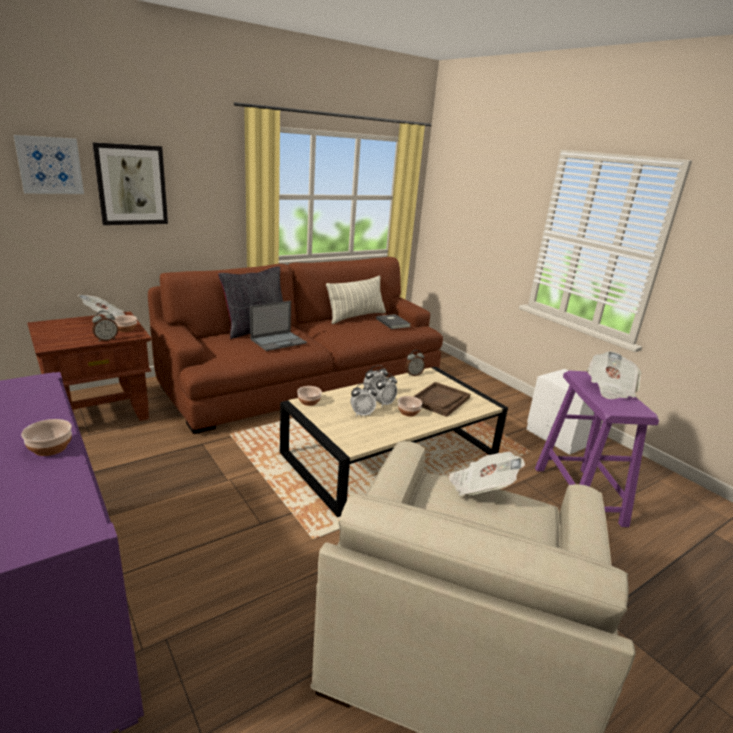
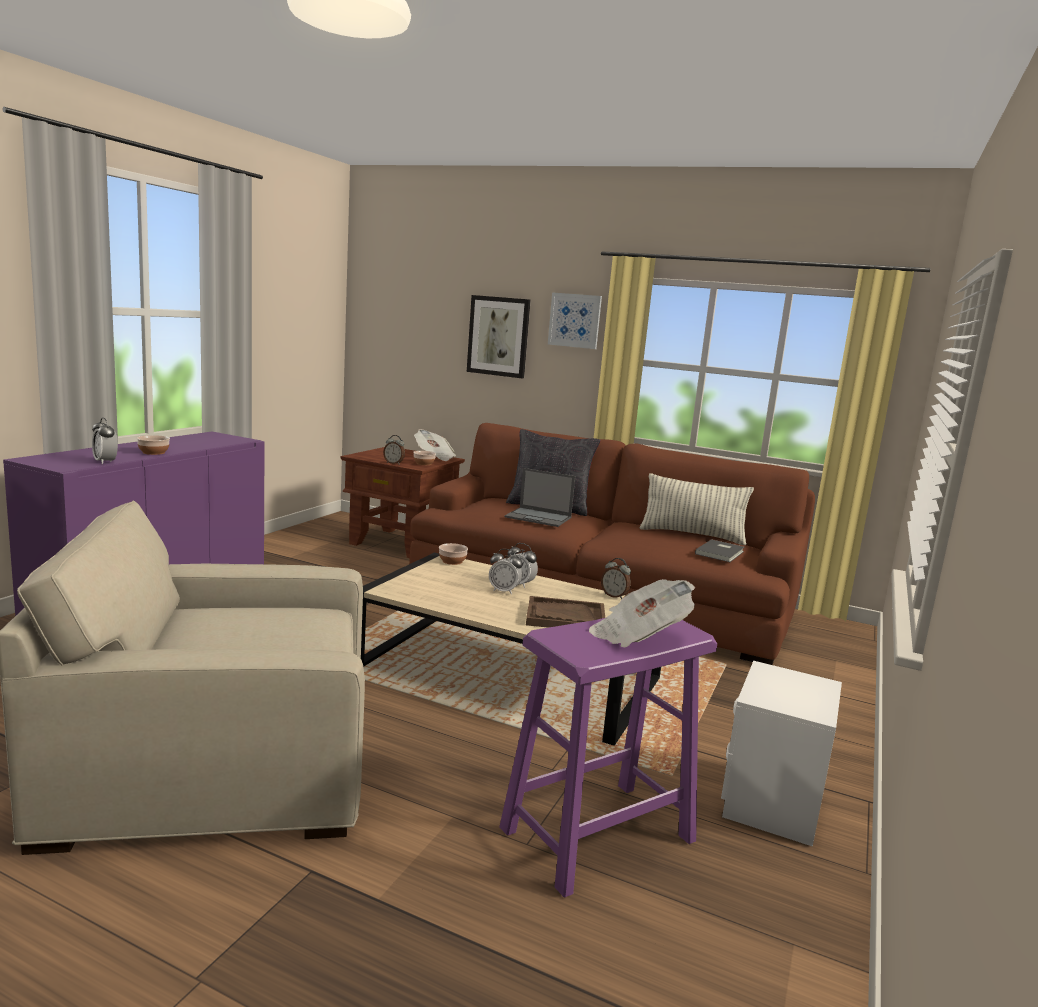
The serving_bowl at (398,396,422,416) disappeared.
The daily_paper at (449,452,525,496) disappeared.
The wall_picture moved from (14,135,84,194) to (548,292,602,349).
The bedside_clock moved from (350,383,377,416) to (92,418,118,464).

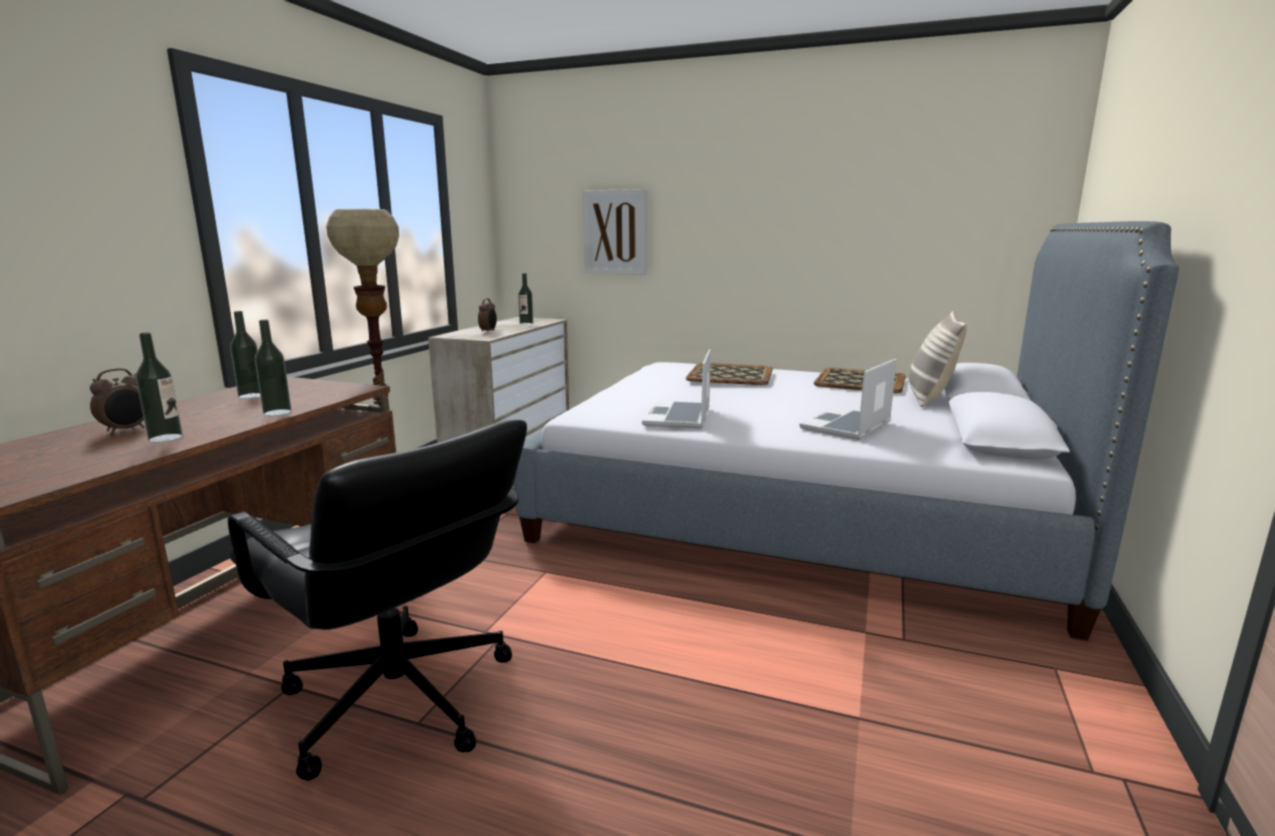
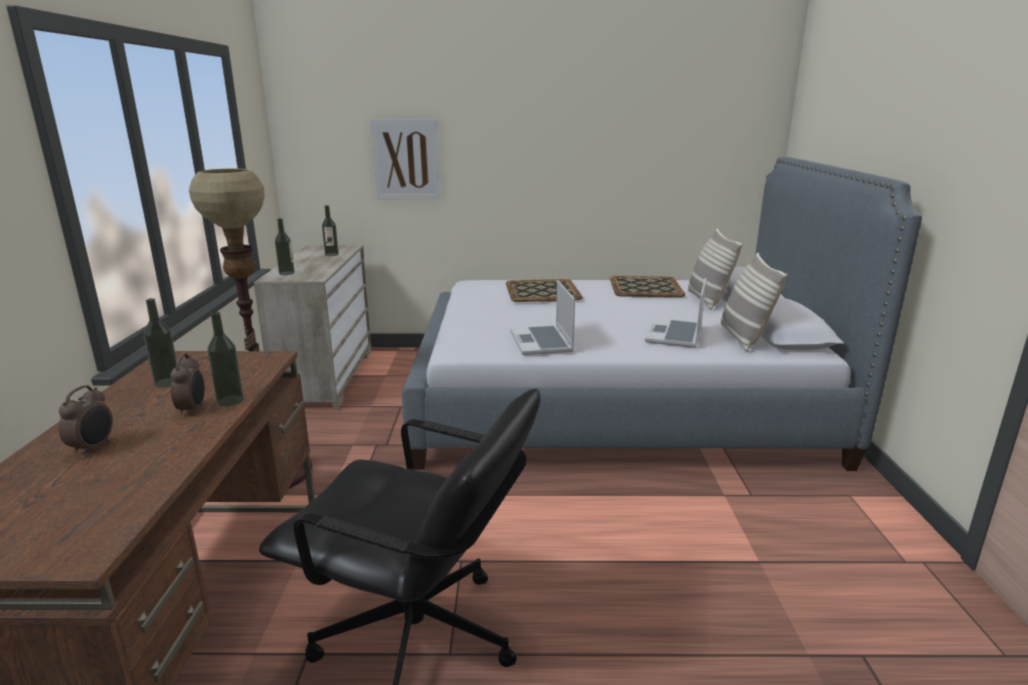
The pillow at (721,253,787,352) appeared.
The beverage_bottle moved from (136,333,183,443) to (275,218,295,275).
The bedside_clock moved from (478,298,497,333) to (170,353,205,416).

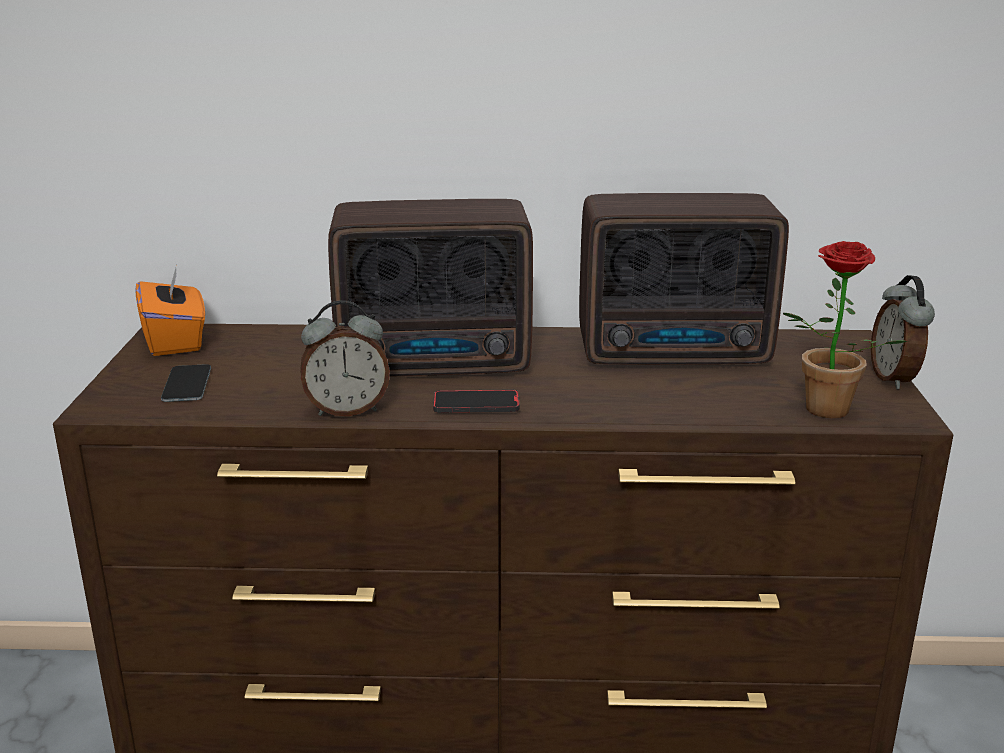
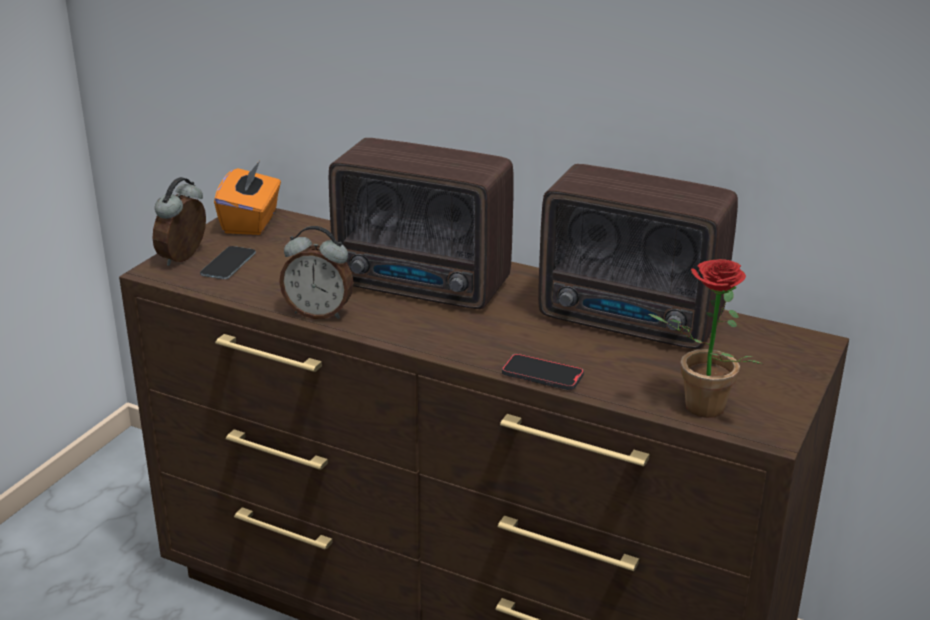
The telephone moved from (433,390,519,413) to (502,354,584,390).
The bedside_clock moved from (871,275,935,389) to (153,177,206,266).

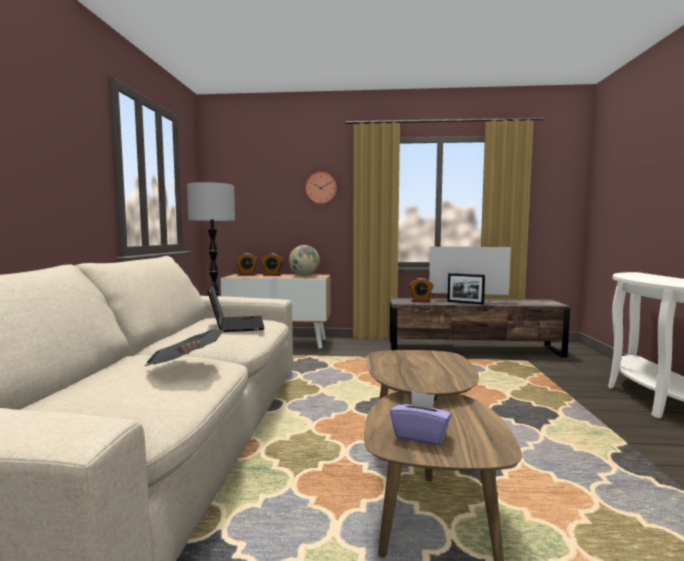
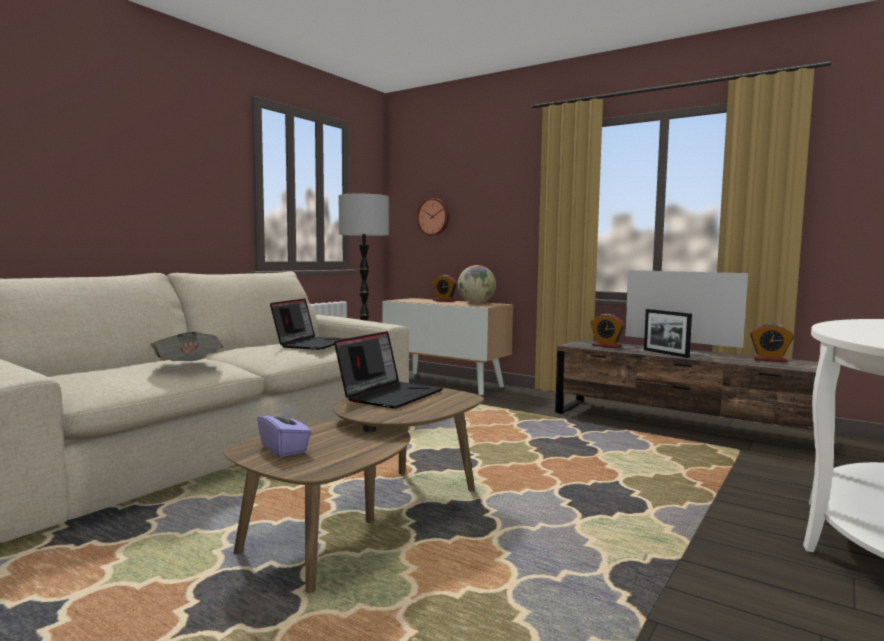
The notebook_computer at (334,331,443,409) appeared.
The bedside_clock moved from (235,253,258,275) to (750,323,794,363).
The clock_on_the_wall moved from (305,172,337,204) to (417,198,449,236).

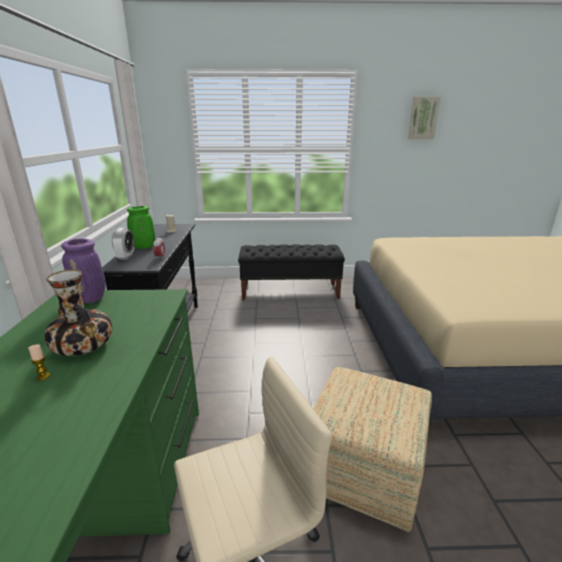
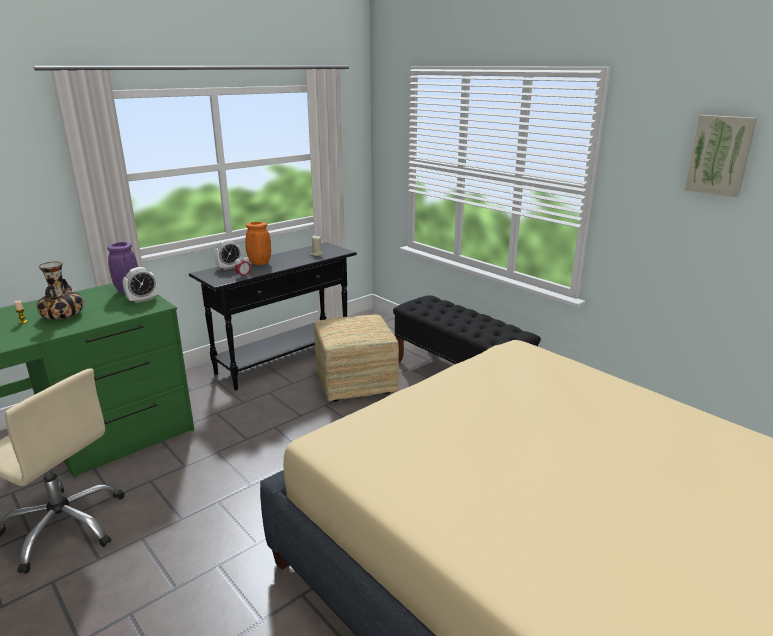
The bedside_clock at (123,267,158,304) appeared.
The ottoman moved from (313,367,432,532) to (314,315,399,401).
The green_vase at (127,206,155,249) became the orangey_vase at (245,222,271,265).

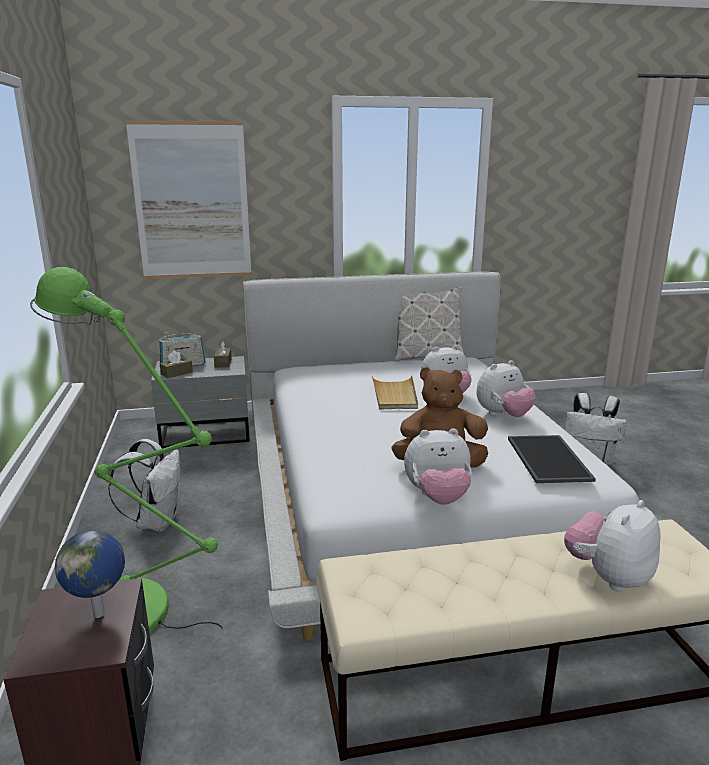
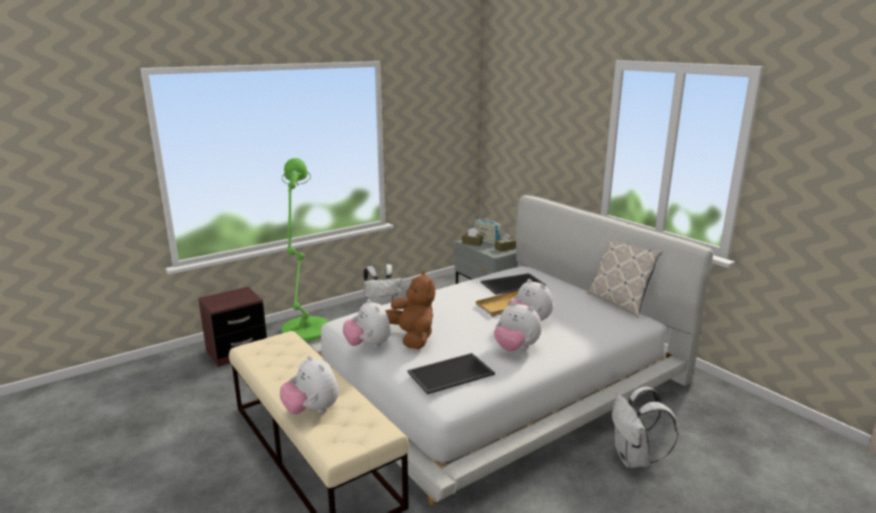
The globe at (55,530,125,618) disappeared.
The wall_picture at (126,120,252,279) disappeared.
The serving_tray at (481,273,546,295) appeared.
The soft_toy at (564,500,660,591) turned 150 degrees counterclockwise.

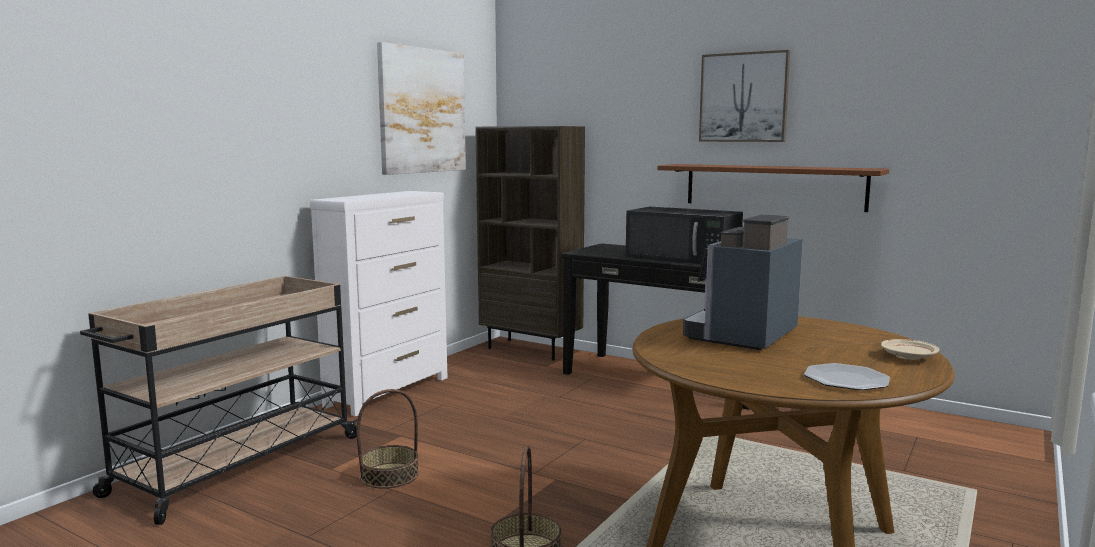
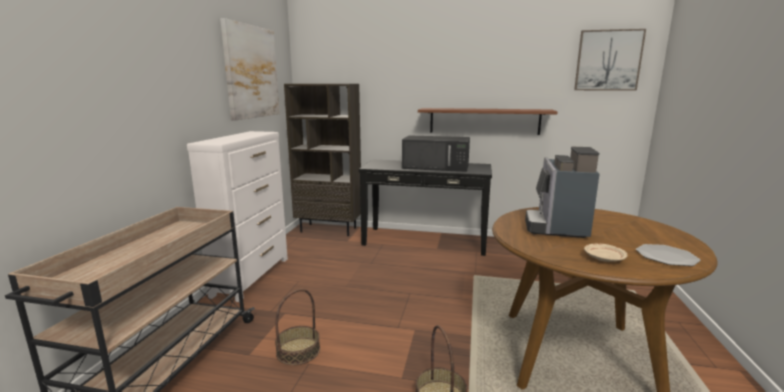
The wall_picture moved from (699,50,790,142) to (574,29,646,90).
The sand-coloured_plate moved from (881,339,939,360) to (584,244,628,262).

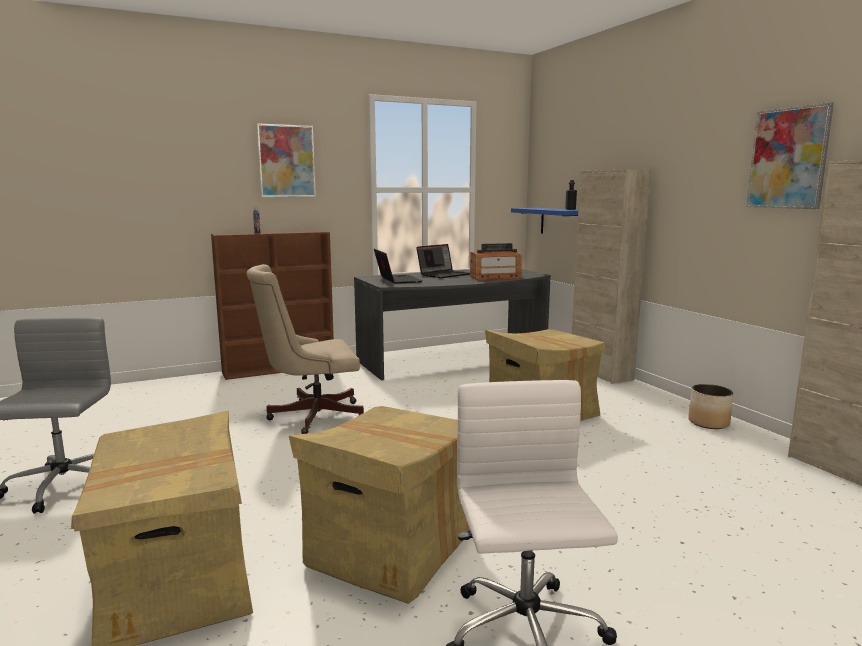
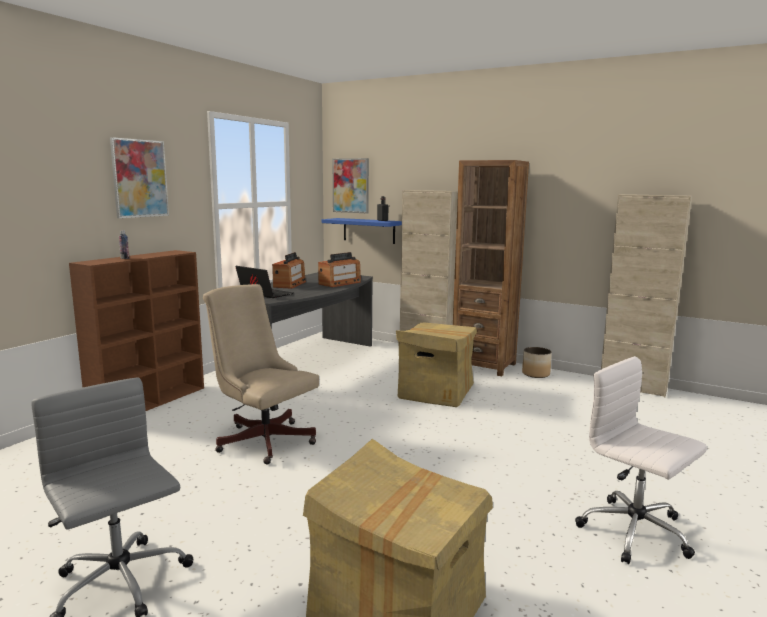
The cardboard_box at (289,406,470,604) disappeared.
The brown_bookshelf at (453,160,529,376) appeared.
The wall_picture moved from (747,102,834,209) to (333,158,369,213).
The notebook_computer at (416,244,470,278) was replaced by the radio at (272,252,306,289).
The sand-coloured_computer_chair at (246,264,364,434) turned 90 degrees clockwise.

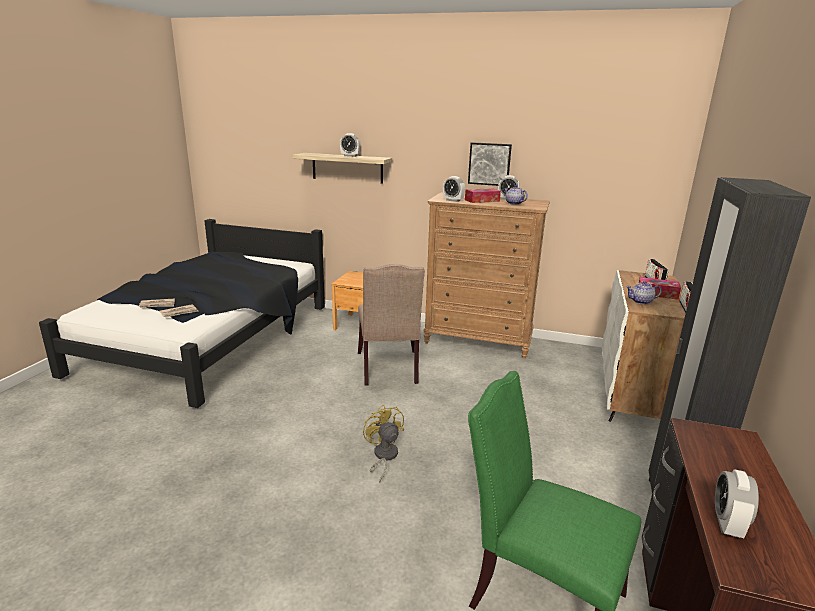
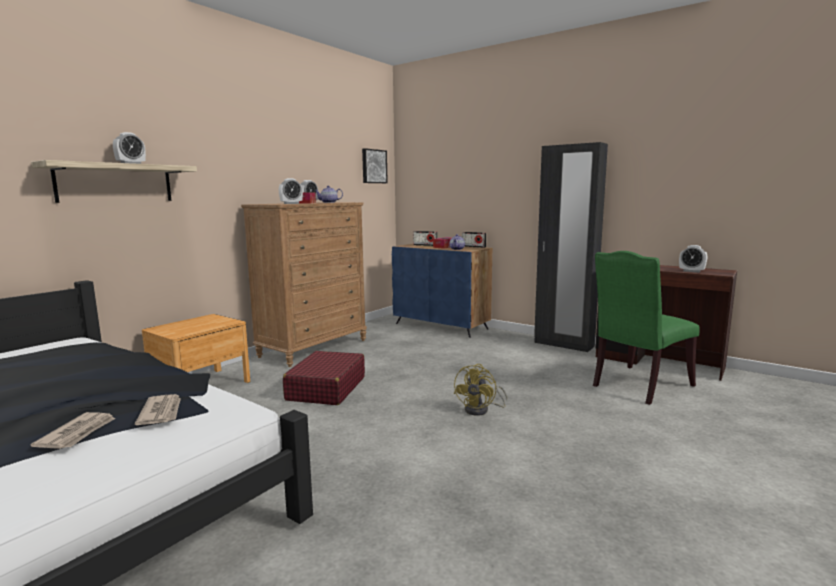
The wall_picture moved from (468,142,512,186) to (362,148,388,183).
The sand-coloured_plain_chair at (358,264,425,385) was replaced by the red-coloured_travel_case at (283,351,365,405).
The white-coloured_cabinet at (602,270,686,422) became the blue_cabinet at (392,244,492,338).
The yellowish_electric_fan at (363,405,404,483) turned 60 degrees counterclockwise.

